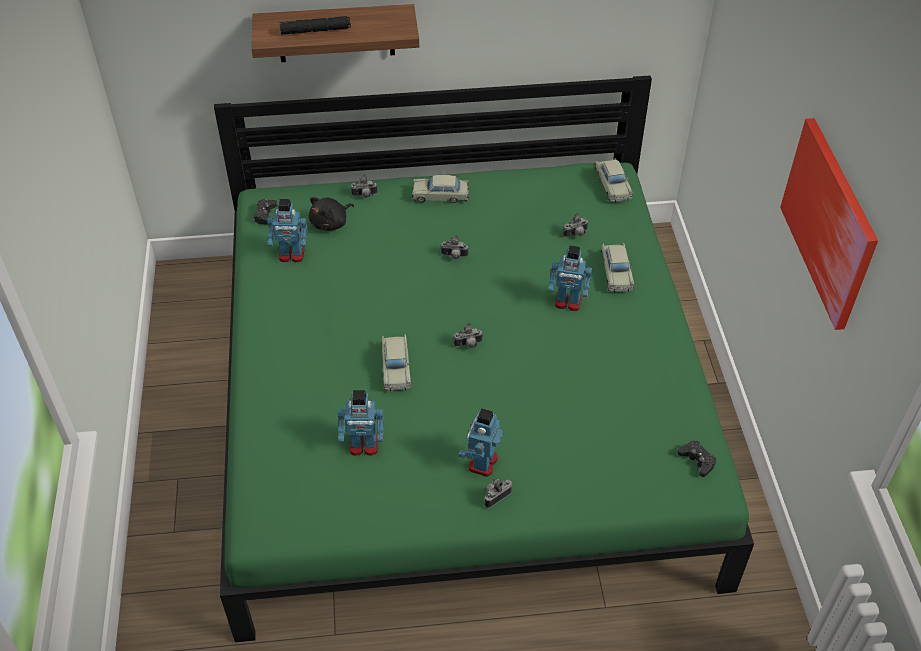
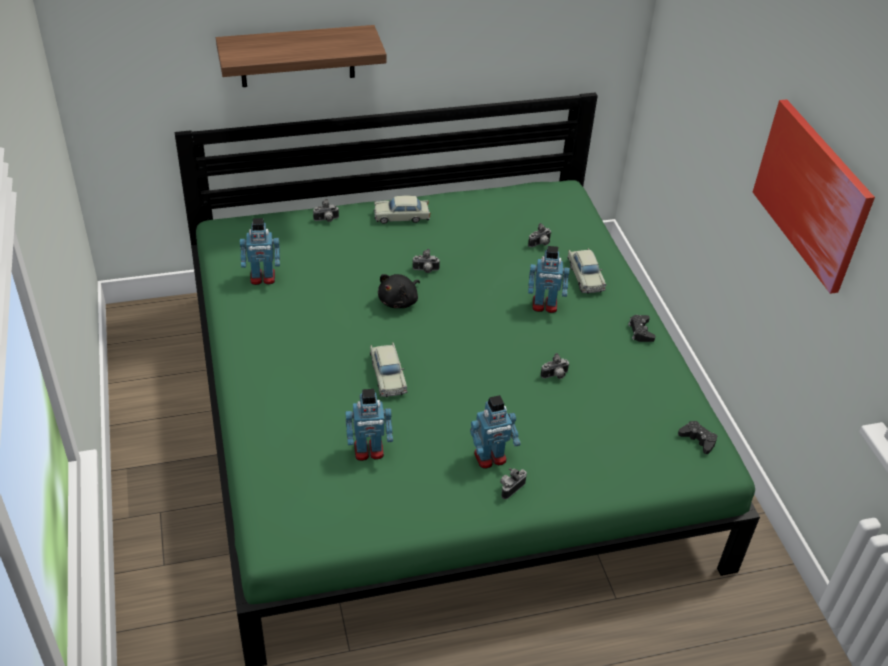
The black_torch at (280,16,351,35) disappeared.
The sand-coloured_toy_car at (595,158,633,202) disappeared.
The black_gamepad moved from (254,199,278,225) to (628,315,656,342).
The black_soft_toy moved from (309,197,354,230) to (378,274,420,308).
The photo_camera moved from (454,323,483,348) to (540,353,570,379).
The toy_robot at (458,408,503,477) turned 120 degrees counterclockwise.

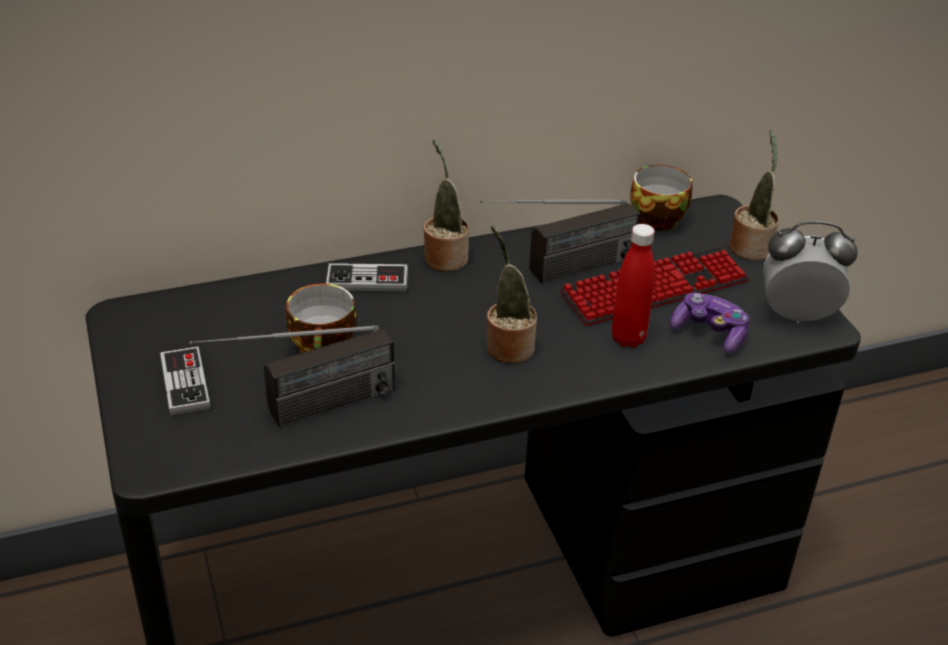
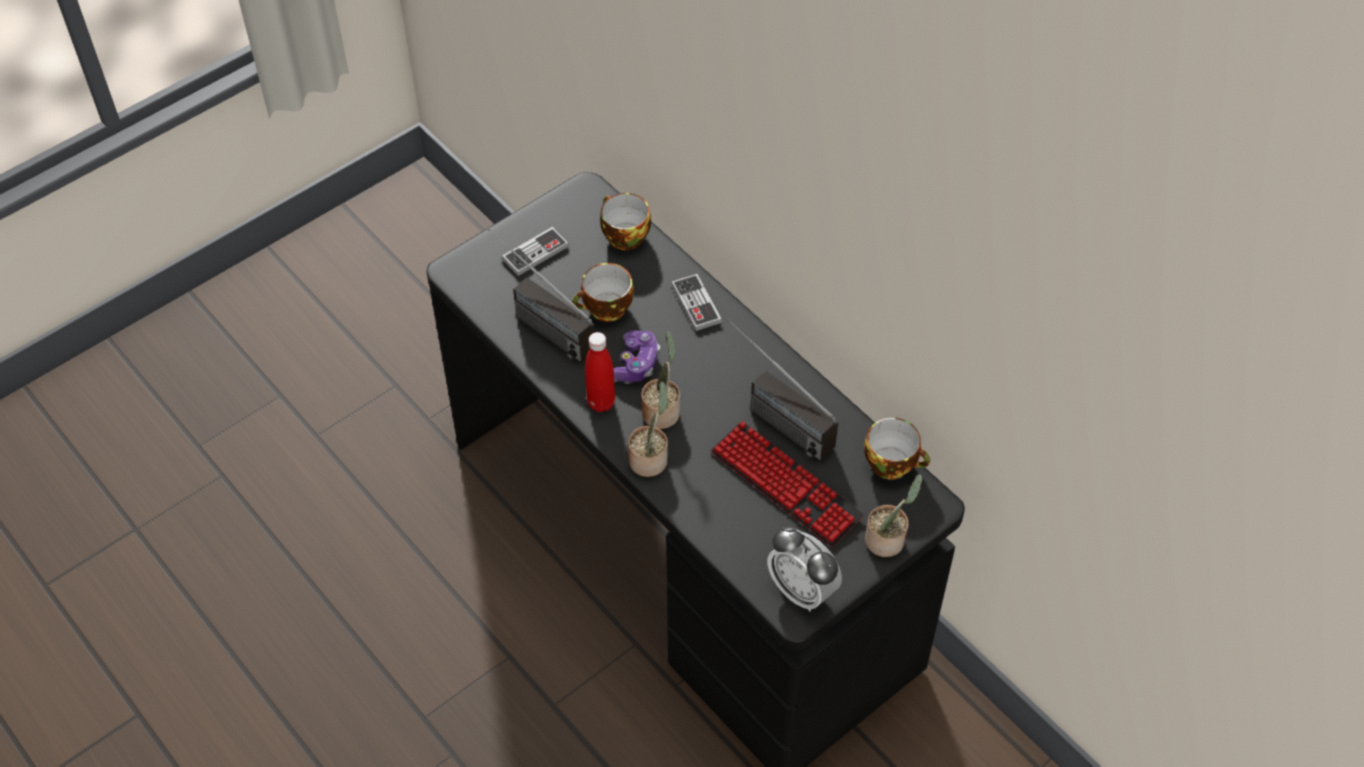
The drinking_cup at (600,193,651,250) appeared.
The plant_in_a_pot moved from (423,139,469,272) to (628,382,668,477).
The red-coloured_beverage_bottle moved from (612,224,655,348) to (585,332,615,412).
The gamepad moved from (670,293,750,353) to (613,330,660,382).
The bedside_clock at (763,221,858,323) turned 150 degrees clockwise.

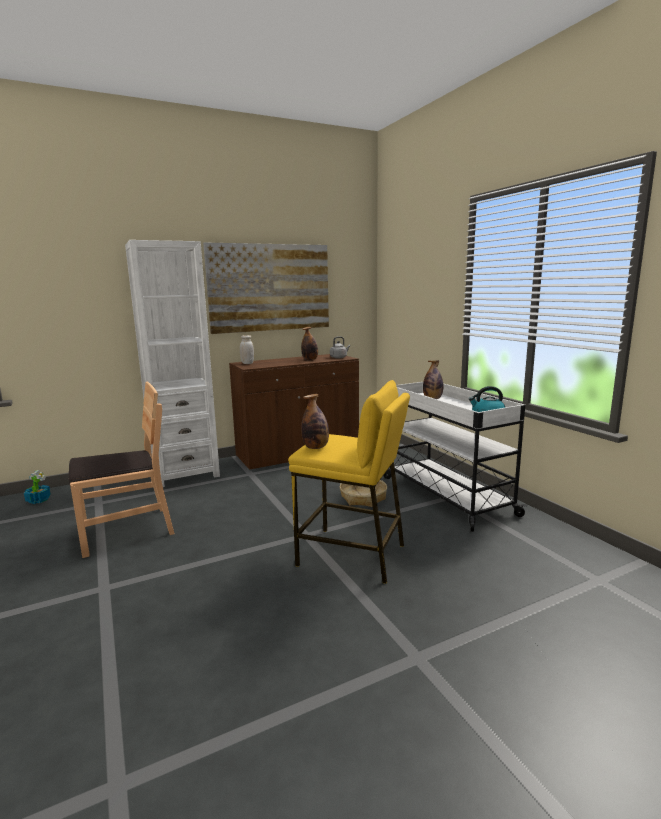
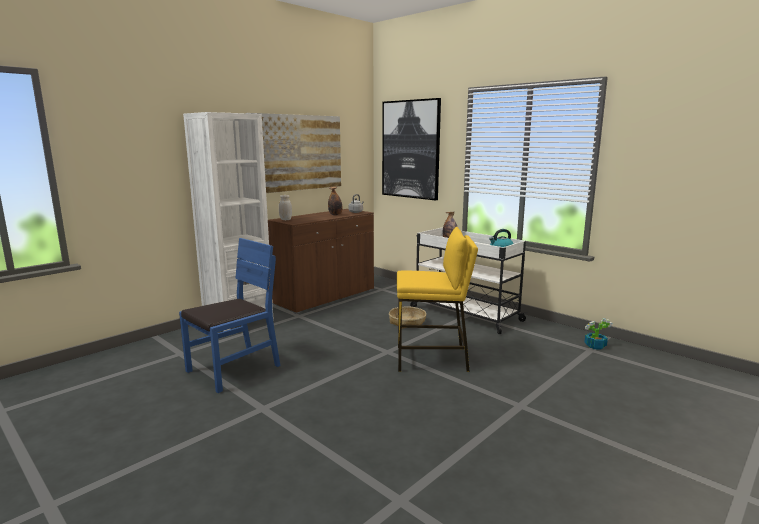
The beverage_bottle at (301,394,329,449) disappeared.
The wall_picture at (382,98,441,200) appeared.
The plant_in_a_pot moved from (24,470,51,504) to (584,318,612,350).
The brown_plain_chair at (69,382,174,558) became the blue_plain_chair at (179,238,281,393).

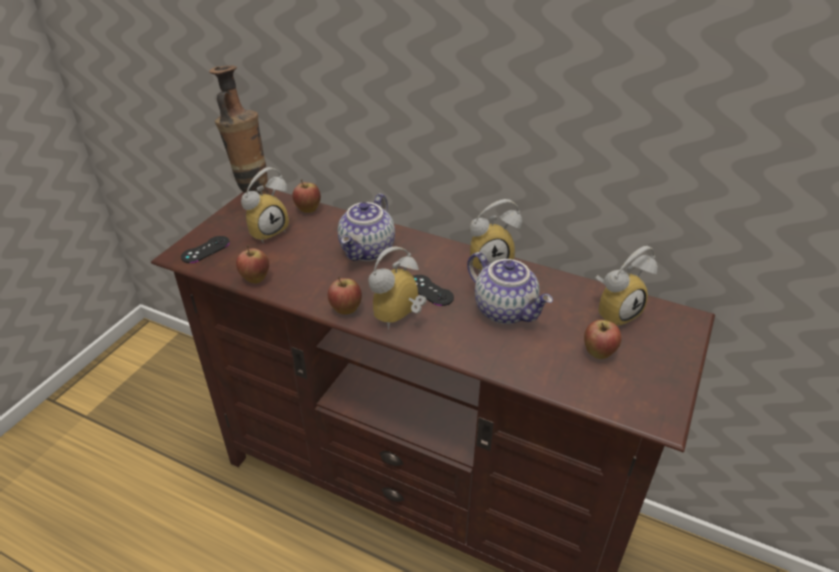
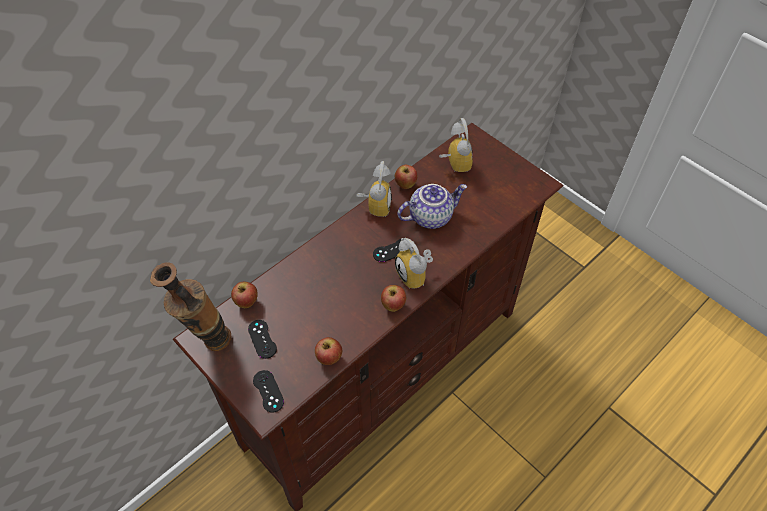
The tea_pot at (338,193,395,261) disappeared.
The whole_apple moved from (584,320,621,359) to (395,165,417,189).
The bedside_clock at (241,167,289,243) was replaced by the black_gamepad at (248,320,277,359).

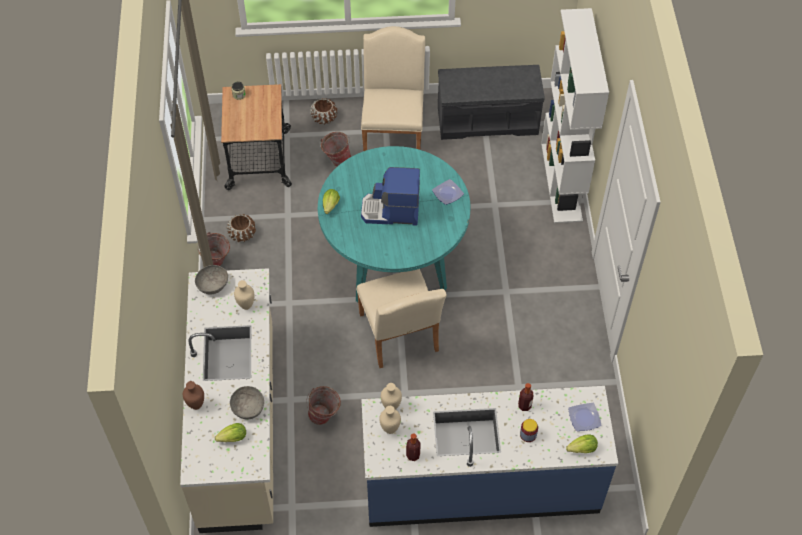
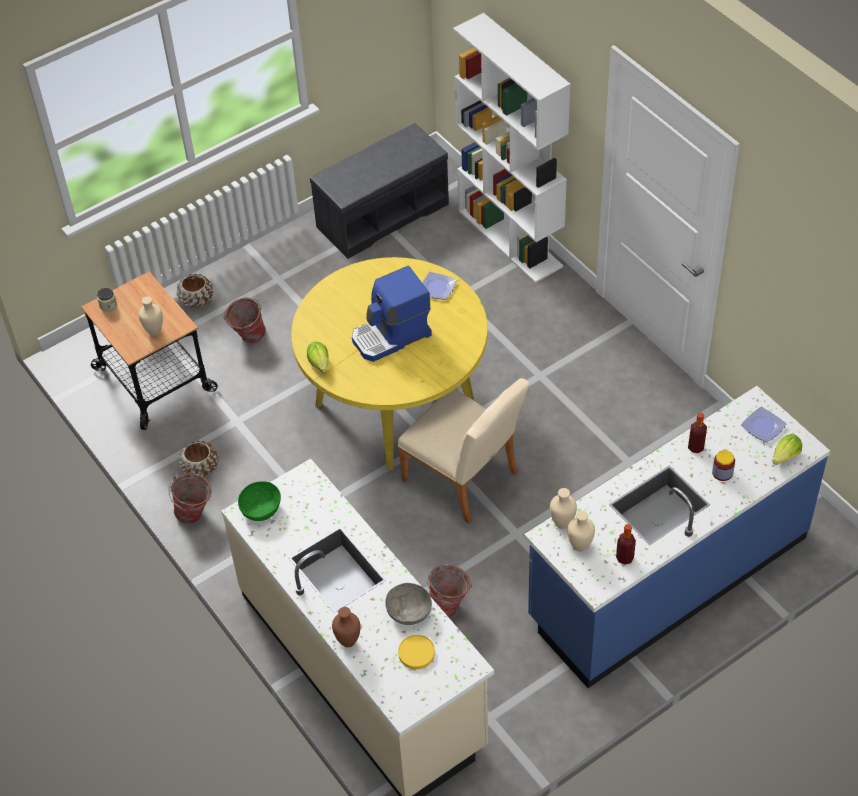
The sand-coloured_plain_chair at (361,26,425,151) disappeared.
The sand-coloured_vase moved from (234,280,255,310) to (138,296,163,336).
The head_of_lettuce at (215,423,246,442) was replaced by the yellowish_plate at (398,635,435,669).
The gray_serving_bowl at (195,265,228,294) became the green_serving_bowl at (238,481,281,521).
The turquoise-coloured_kitchen_table at (318,146,471,302) became the yellowish_kitchen_table at (291,257,488,470).

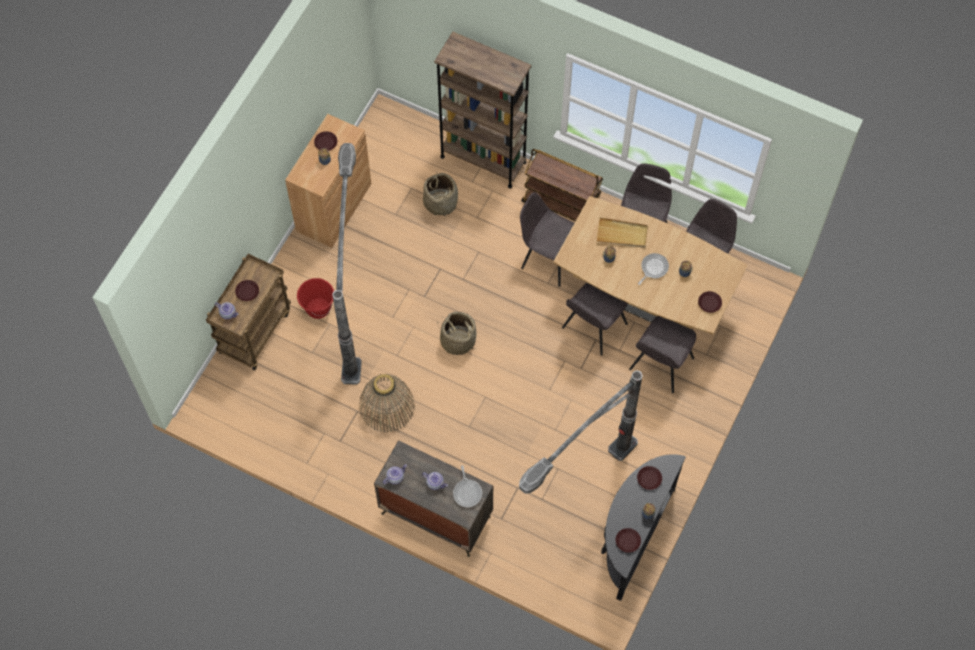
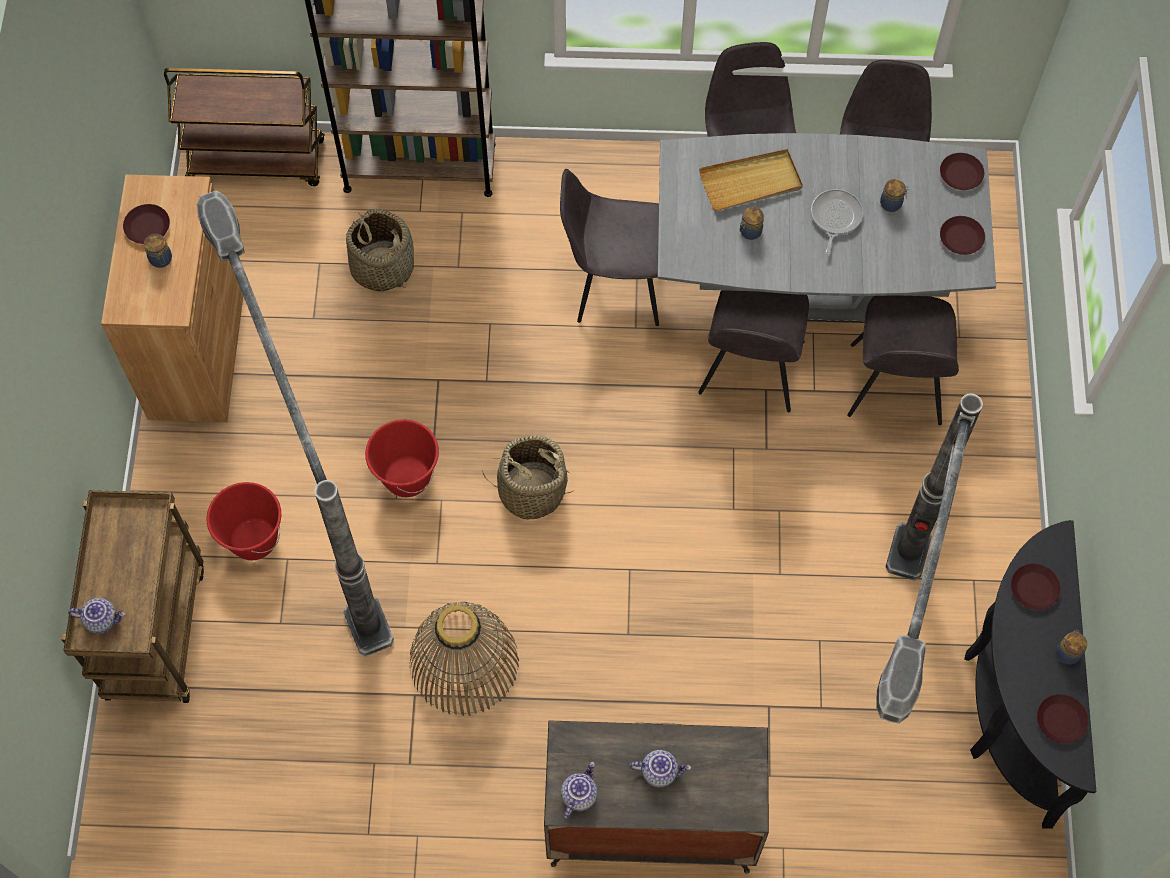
The pan at (453,465,482,507) disappeared.
The red-coloured_water_bucket at (365,419,439,497) appeared.
The brown_plate moved from (235,280,259,301) to (940,153,984,190).
The brown_cart moved from (521,149,603,221) to (164,68,325,186).
The brown_kitchen_table at (553,196,748,334) became the gray_kitchen_table at (658,133,996,323).

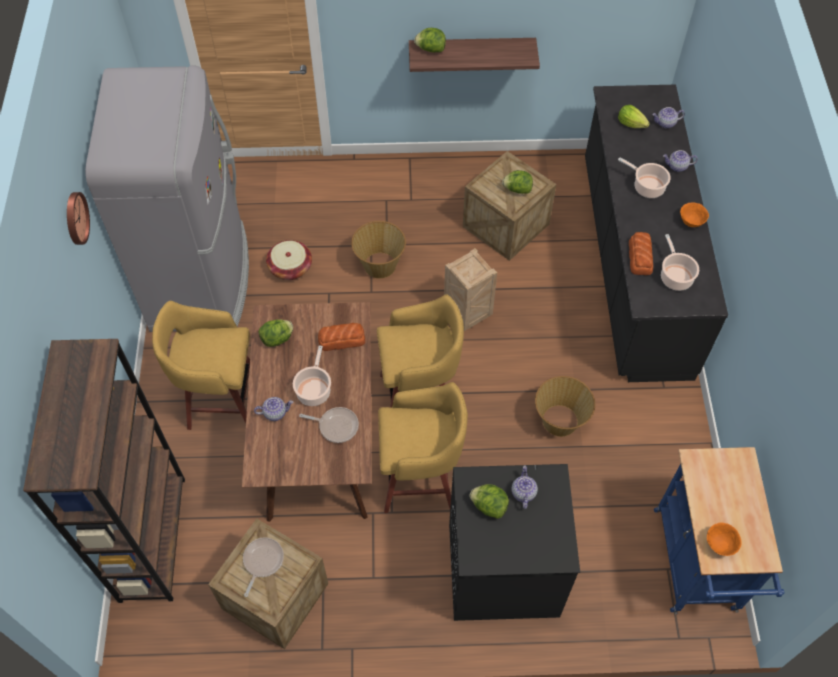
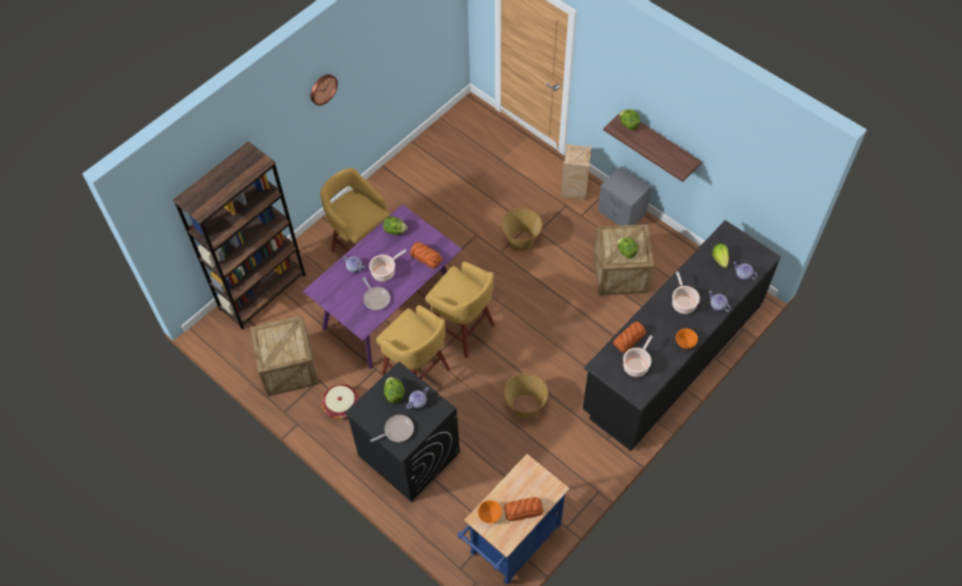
The gray_fridge at (85,66,249,332) disappeared.
The bakery_bread at (504,497,543,521) appeared.
The gray_nightstand at (598,166,652,226) appeared.
The pan moved from (243,537,284,597) to (370,415,414,442).
The storage_basket moved from (266,240,312,280) to (322,384,359,419).
The crate moved from (444,248,497,331) to (561,143,592,199).
The brown_kitchen_table at (242,302,372,522) became the purple-coloured_kitchen_table at (303,204,462,369).

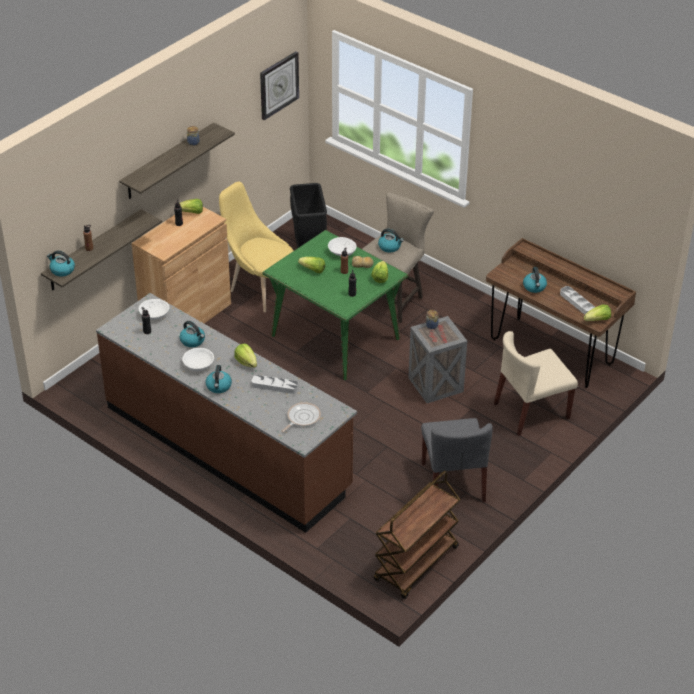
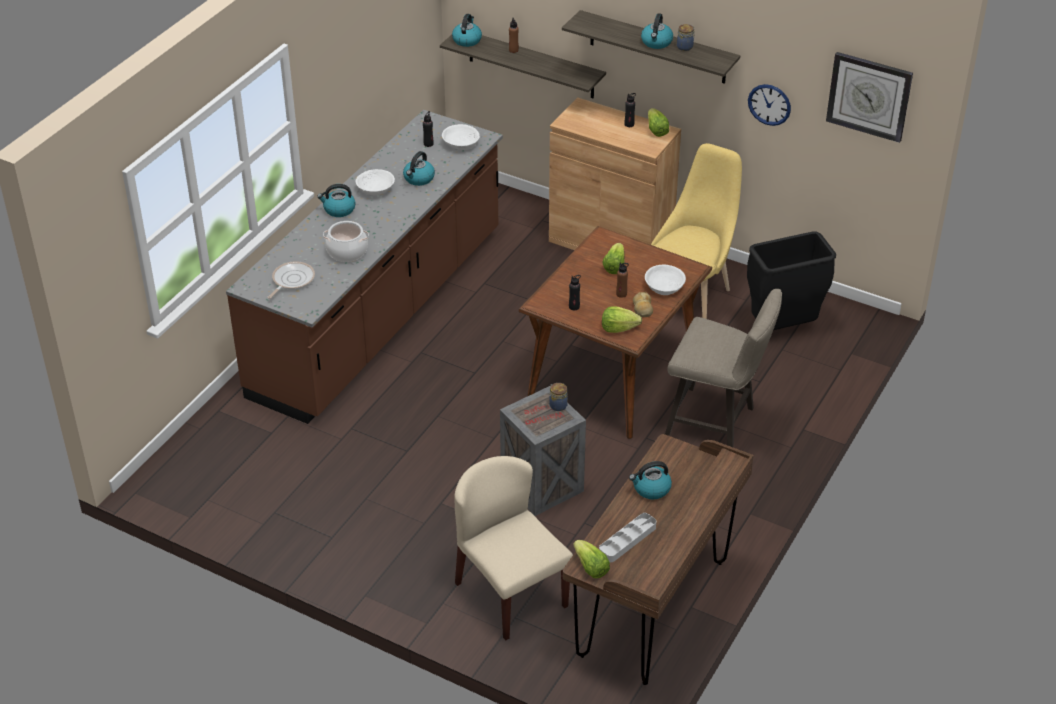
The head_of_lettuce at (234,344,257,368) disappeared.
The brown_cart at (374,470,460,599) disappeared.
The gray_plain_chair at (421,418,493,502) disappeared.
The clock_on_the_wall at (748,84,791,126) appeared.
The tea_kettle moved from (378,229,404,253) to (641,13,673,49).
The gray_serving_tray at (252,375,298,394) was replaced by the stockpot at (323,221,369,262).
The green_kitchen_table at (262,230,408,380) became the brown_kitchen_table at (519,226,712,439).
The pan at (281,402,321,432) turned 90 degrees counterclockwise.

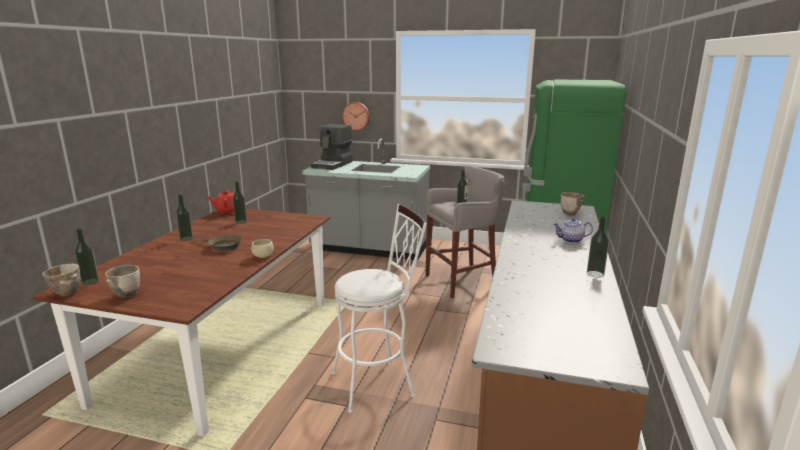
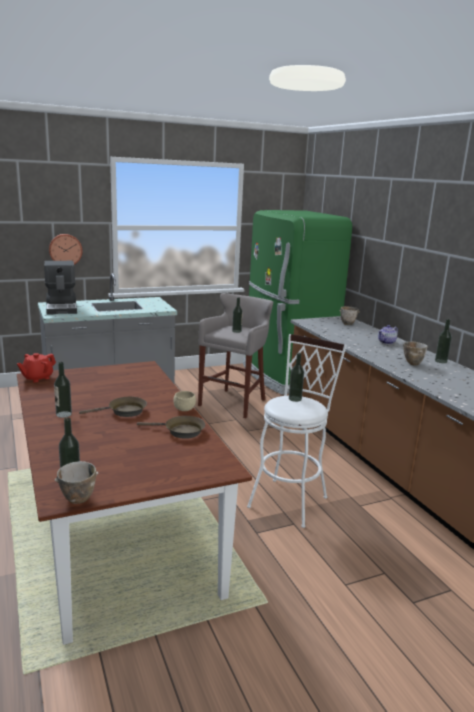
The brown_pan at (137,416,205,439) appeared.
The serving_bowl moved from (105,265,140,299) to (403,342,428,365).
The beverage_bottle moved from (233,181,247,224) to (289,353,304,402).

